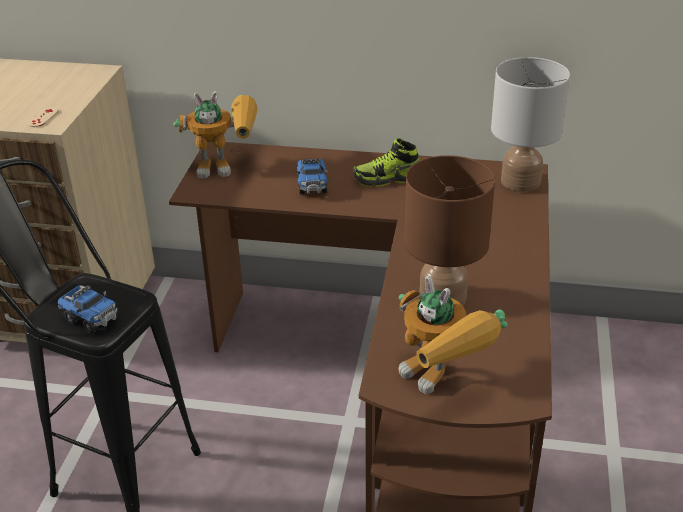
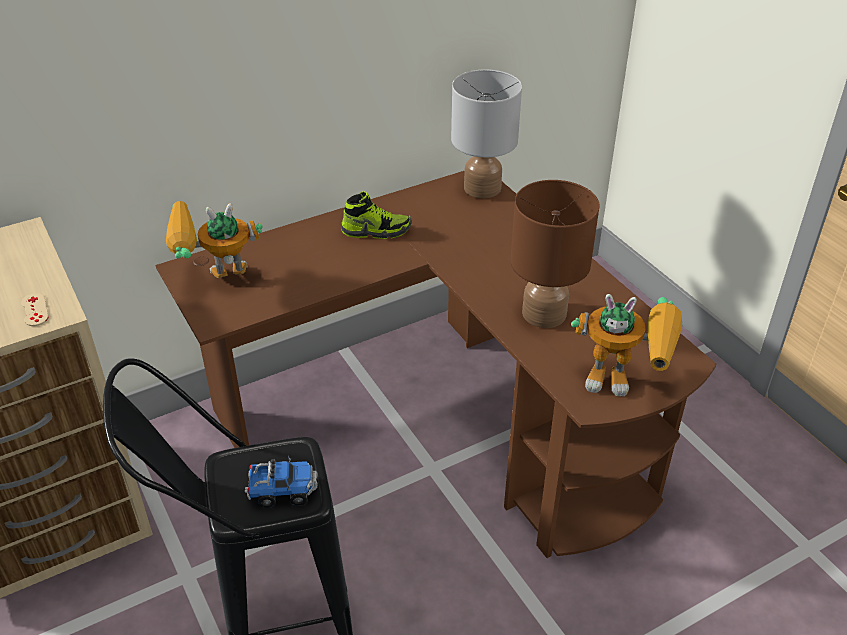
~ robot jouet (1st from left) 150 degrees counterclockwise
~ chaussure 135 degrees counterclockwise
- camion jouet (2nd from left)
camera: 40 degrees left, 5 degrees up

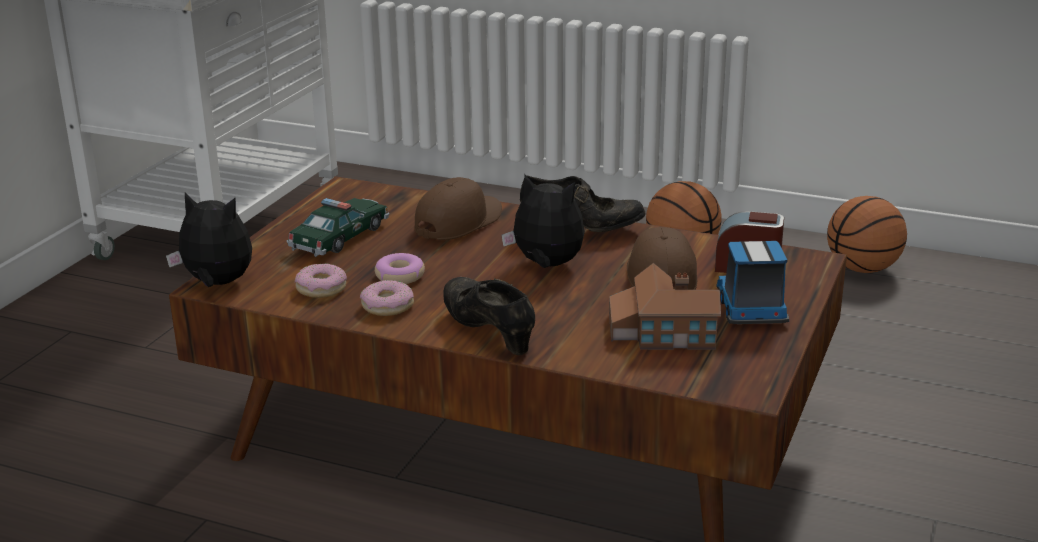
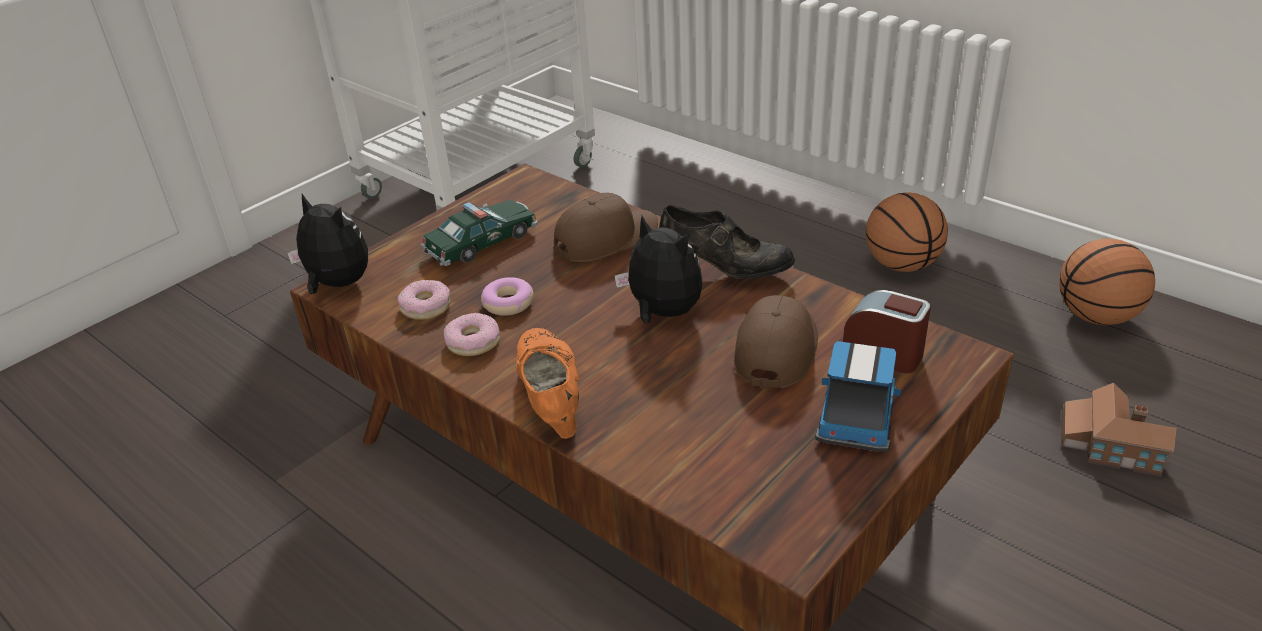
~ chaussure/noir (1st from left) to chaussure/orange
~ maison miniature
camera: 20 degrees right, 10 degrees up

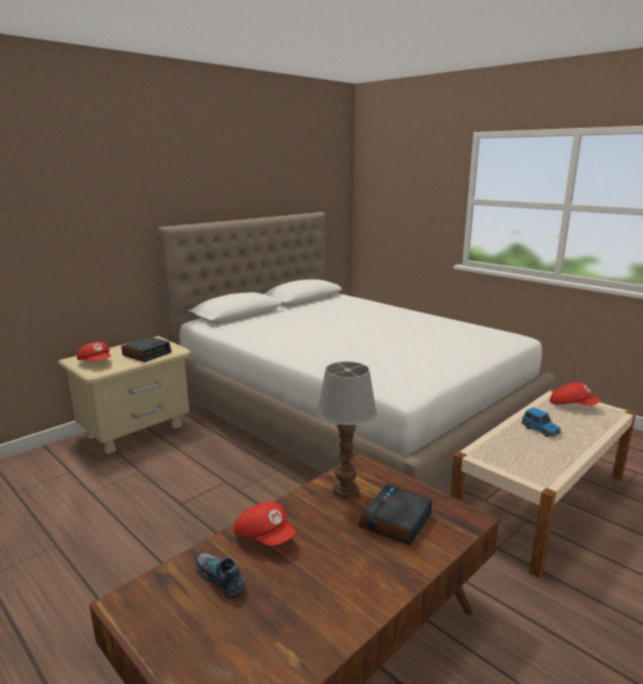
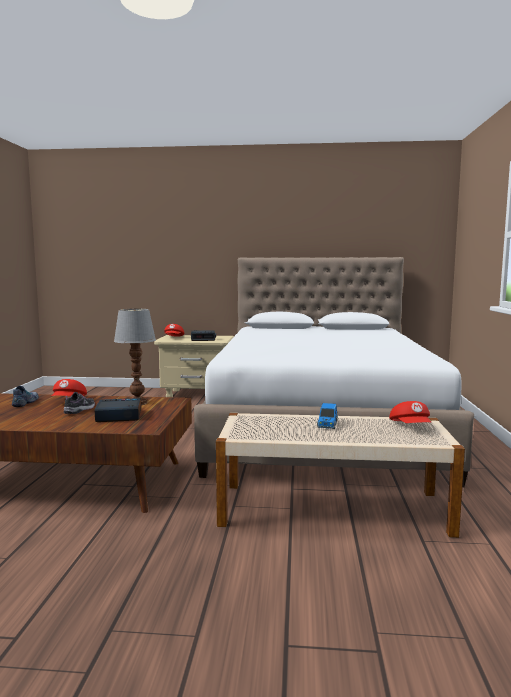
+ chaussure (2nd from left)
camera: 50 degrees right, 10 degrees down

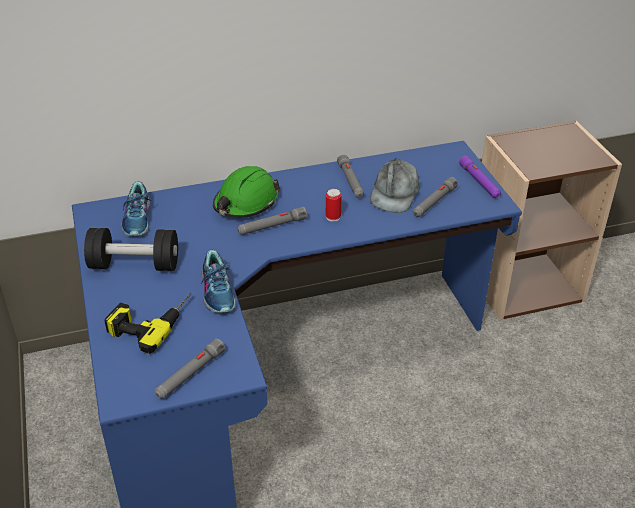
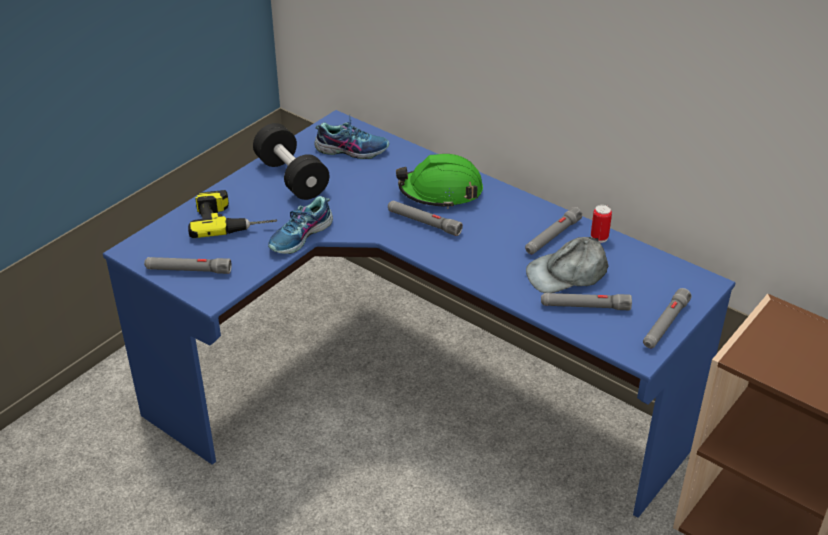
~ chaussure (1st from left in the first image) 135 degrees counterclockwise
~ boîte métallique
~ lampe de poche/violet to lampe de poche/gris (5th from left)
camera: 55 degrees right, 0 degrees up

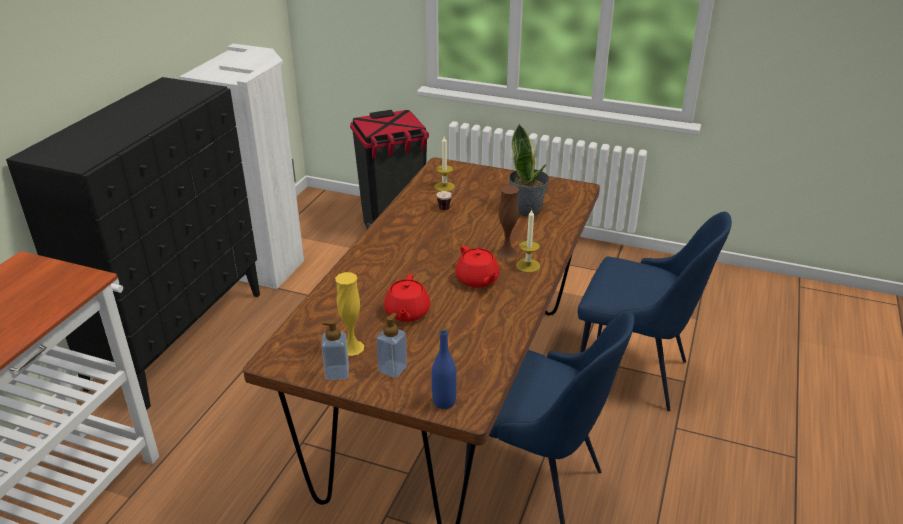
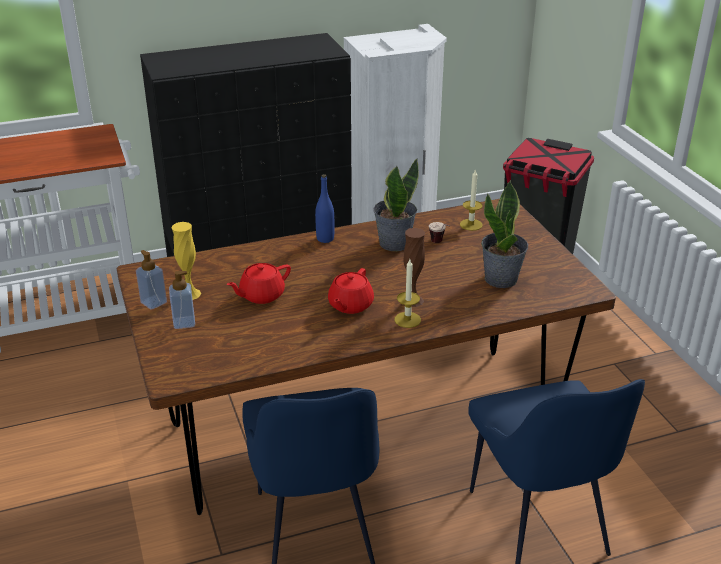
~ bouteille/bleu
+ plante en pot (1st from left)
camera: 50 degrees right, 0 degrees up

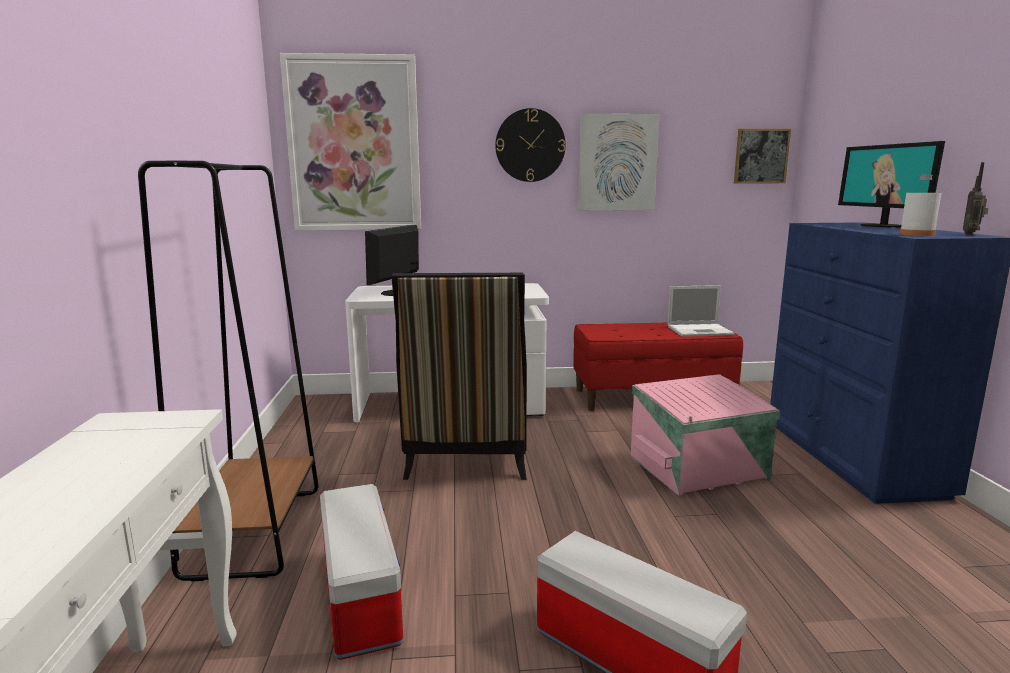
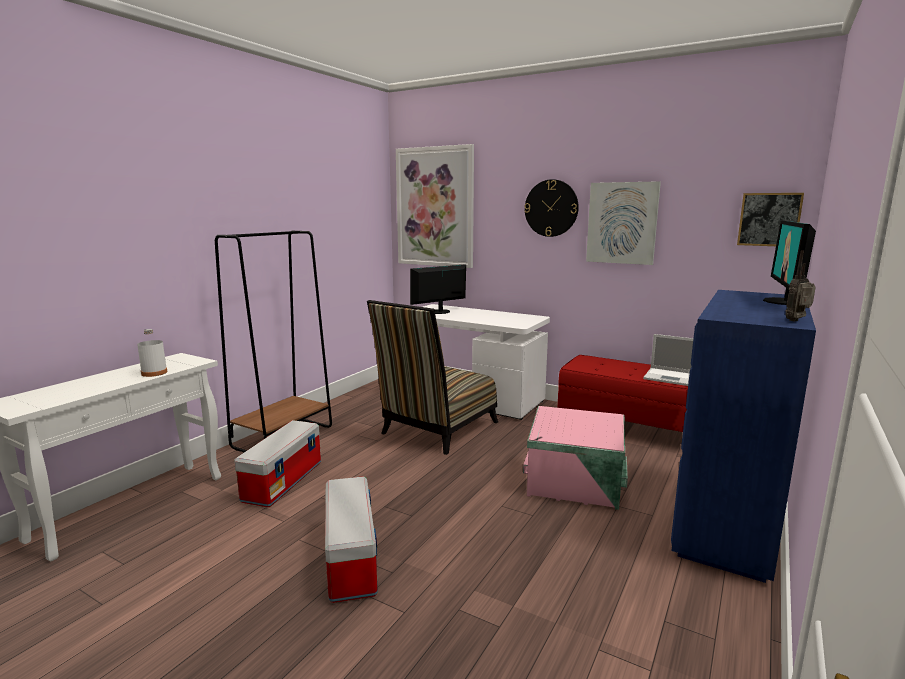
~ bouteille/blanc
camera: 35 degrees right, 0 degrees up

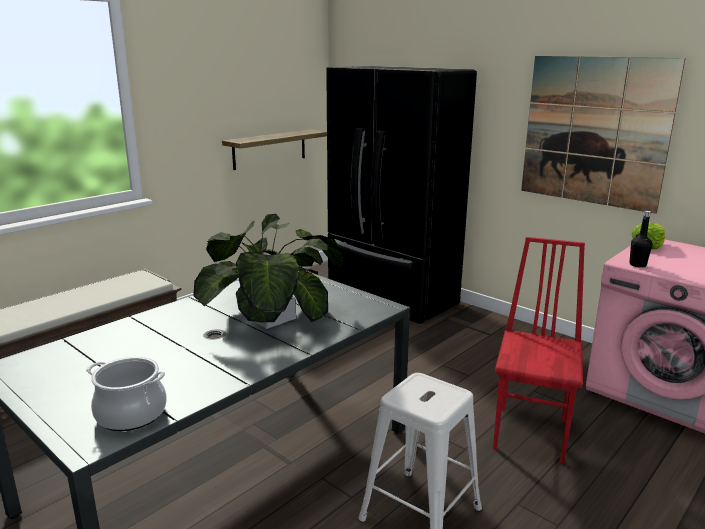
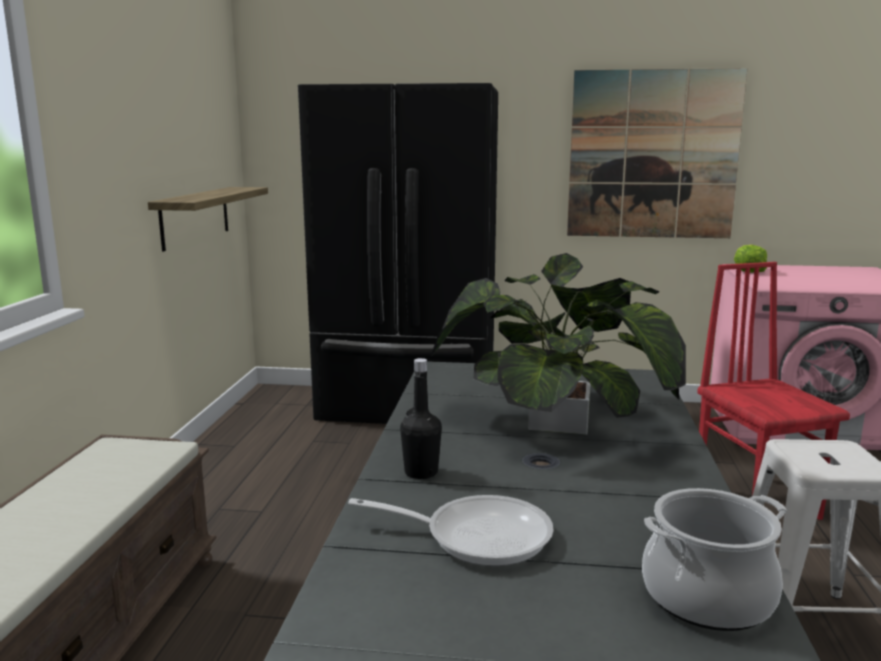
+ poêle
~ bouteille/noir
camera: 35 degrees left, 5 degrees down

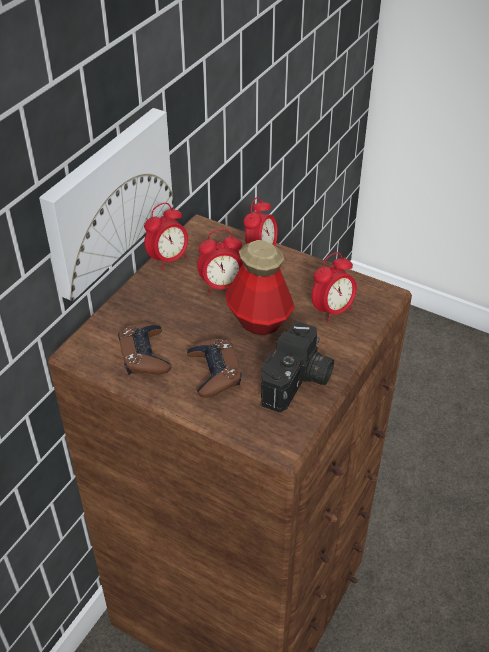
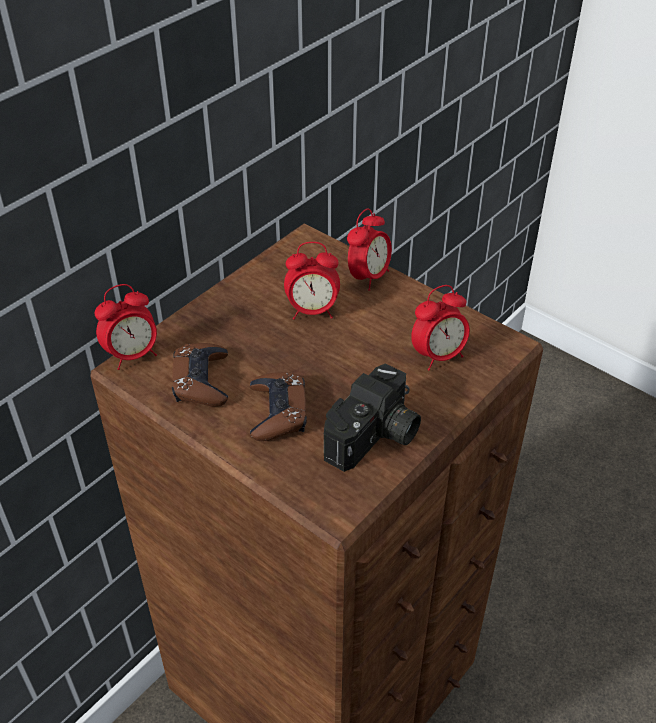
~ réveil (1st from left)
- tableau
- bouteille
camera: 10 degrees right, 0 degrees up

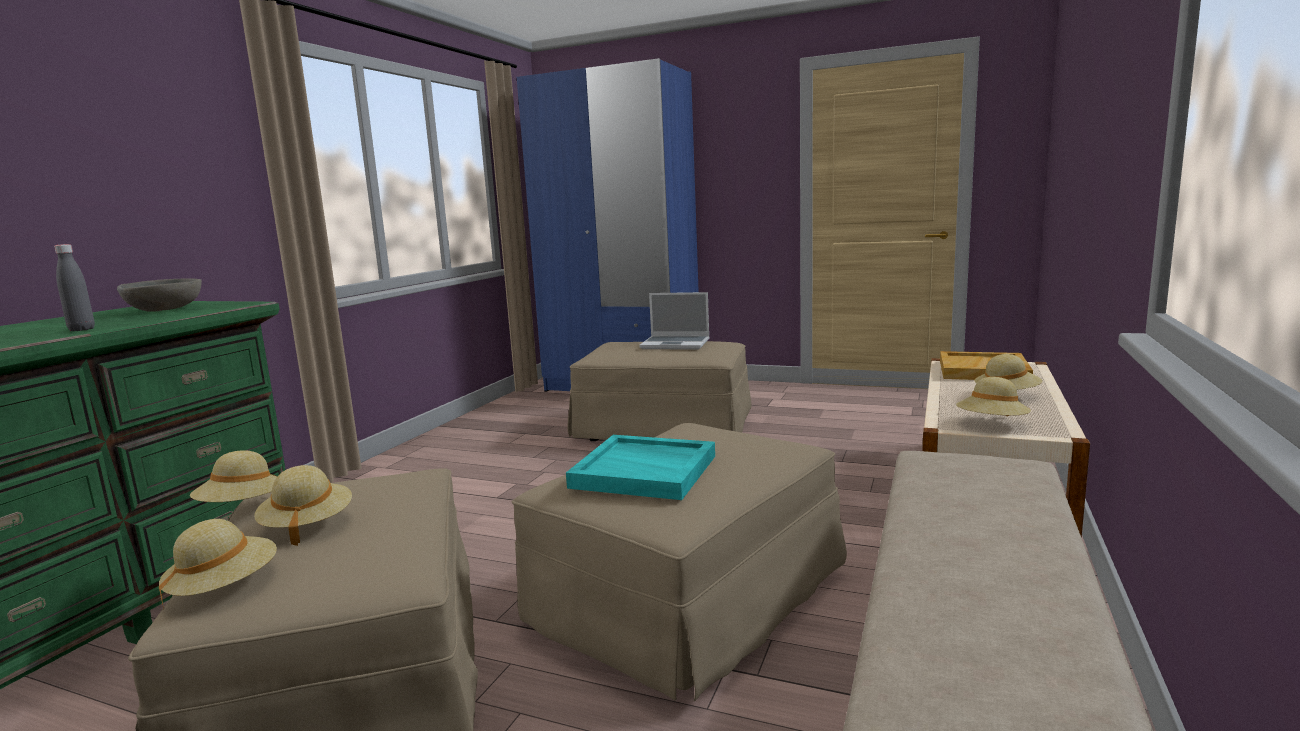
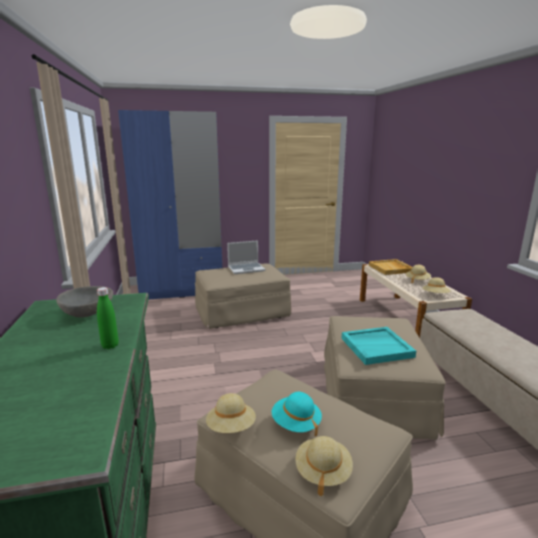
~ bouteille/gris to bouteille/vert
~ chapeau/beige (3rd from left) to chapeau/turquoise
camera: 35 degrees left, 5 degrees up

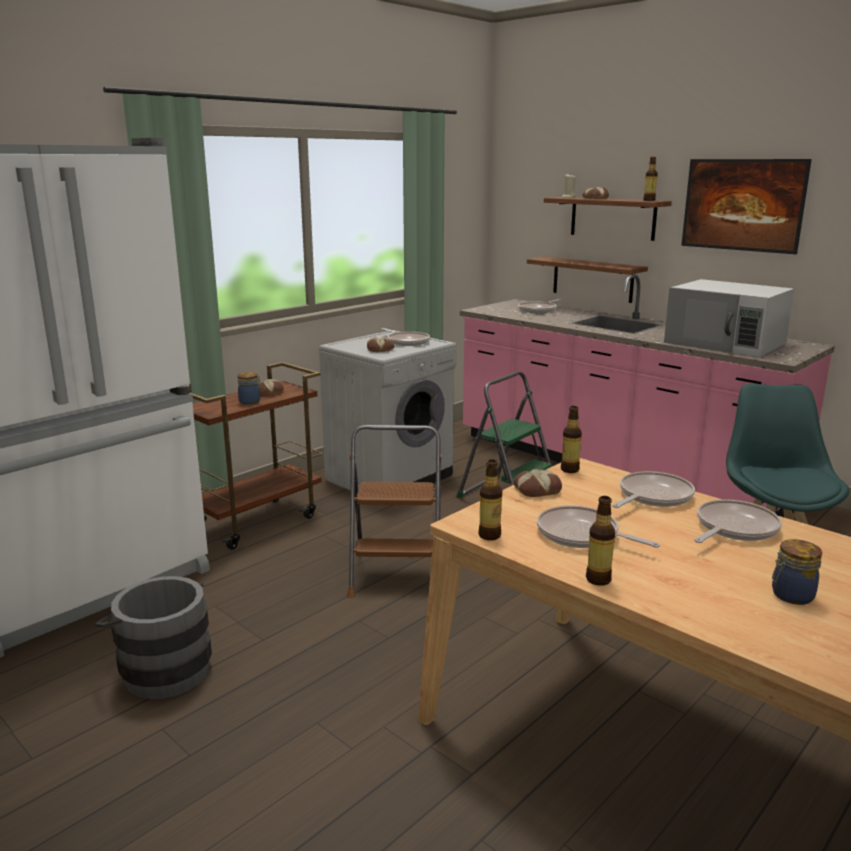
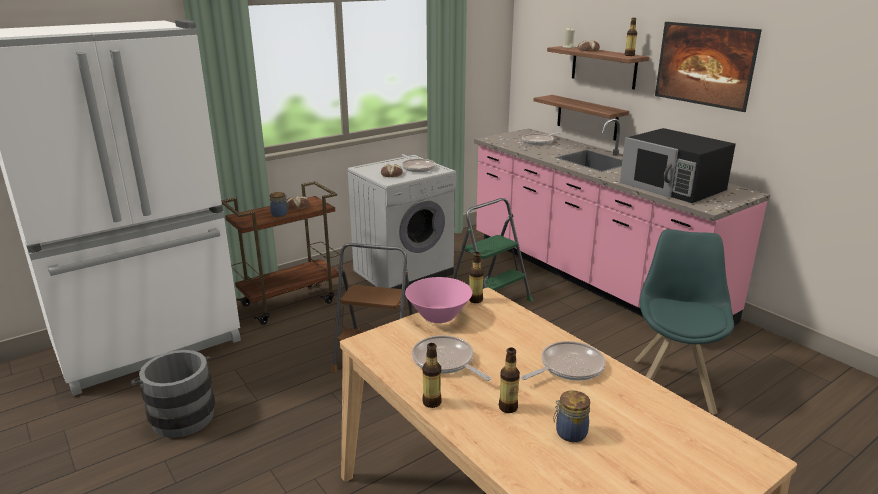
~ pain (3rd from left) to bol/rose
~ bouteille (1st from left in the first image) to bouteille (3rd from left)
~ micro-ondes/blanc to micro-ondes/noir
- poêle (4th from left)
camera: 10 degrees right, 5 degrees up

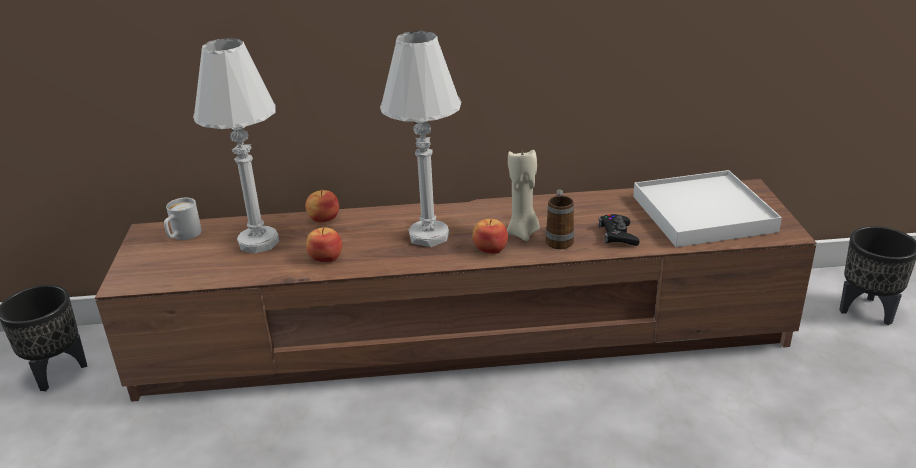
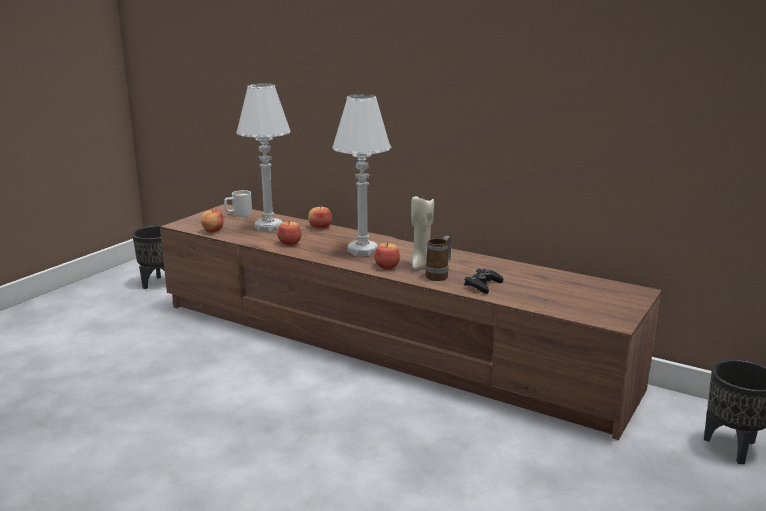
+ pomme (1st from left)
- plateau/blanc
camera: 35 degrees right, 10 degrees down

